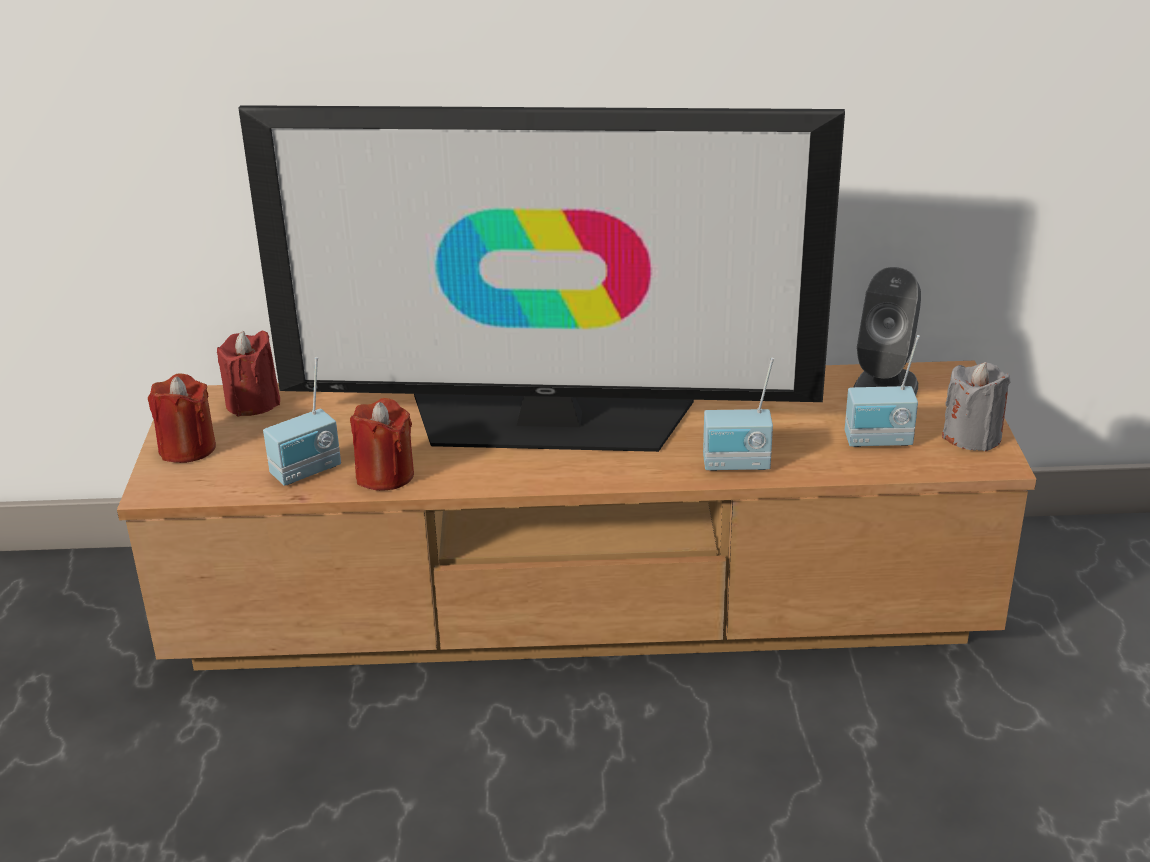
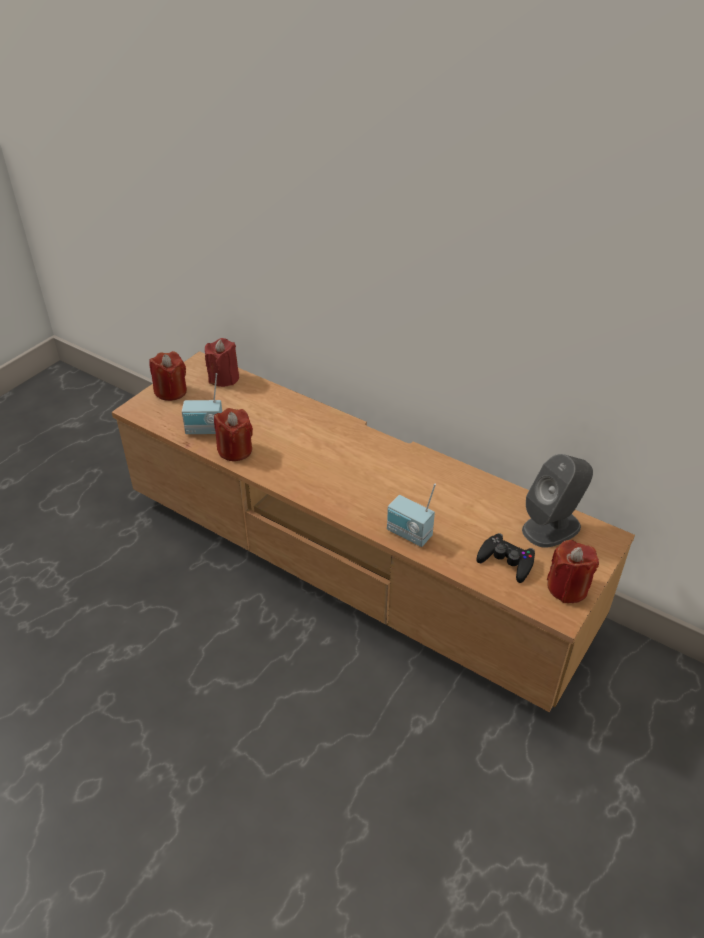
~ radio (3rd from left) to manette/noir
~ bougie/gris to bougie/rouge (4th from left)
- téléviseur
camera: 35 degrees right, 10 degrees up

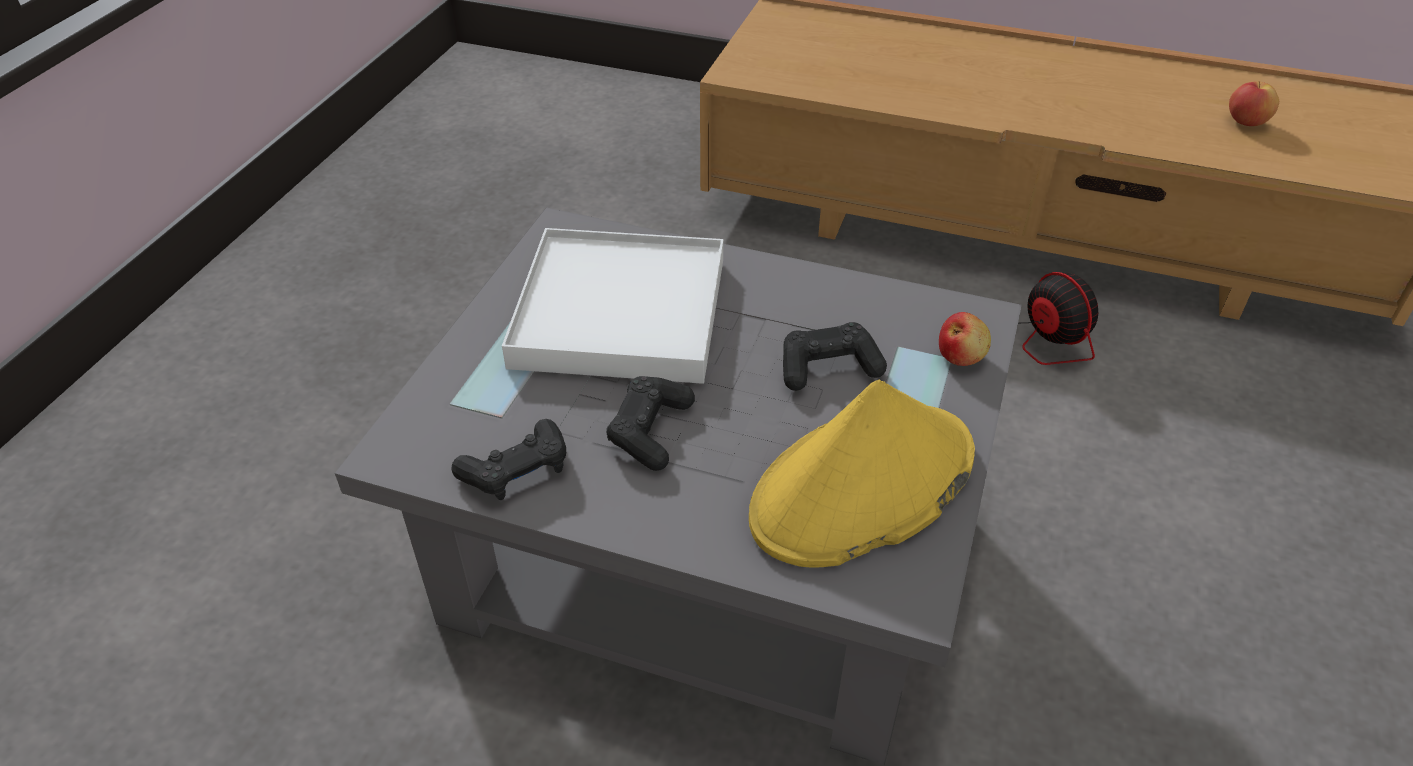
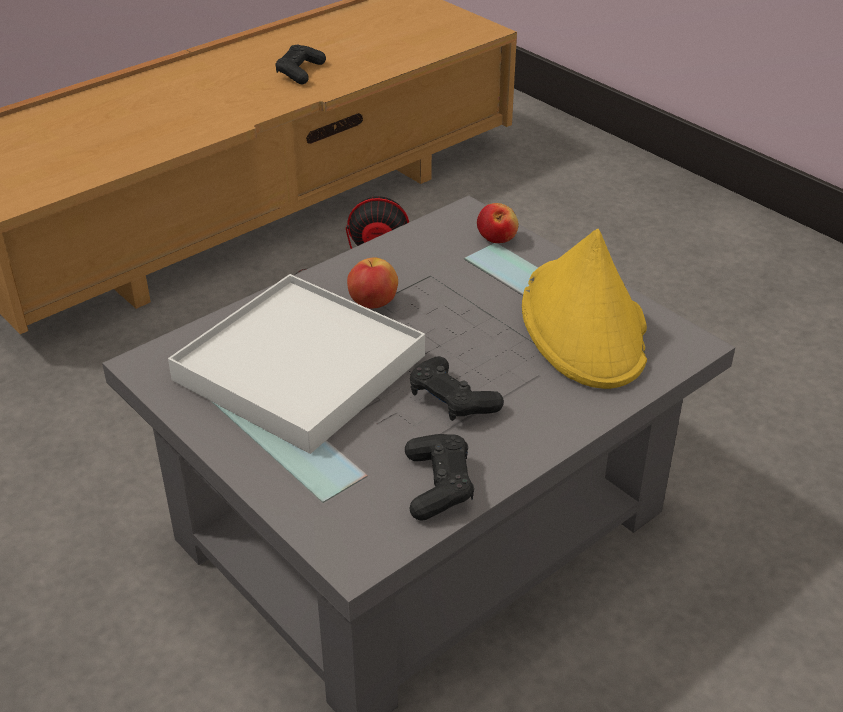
~ manette/noir (3rd from left in the first image) to manette/noir (1st from left)
~ pomme (2nd from left in the first image) to pomme (1st from left)
camera: 60 degrees left, 5 degrees down

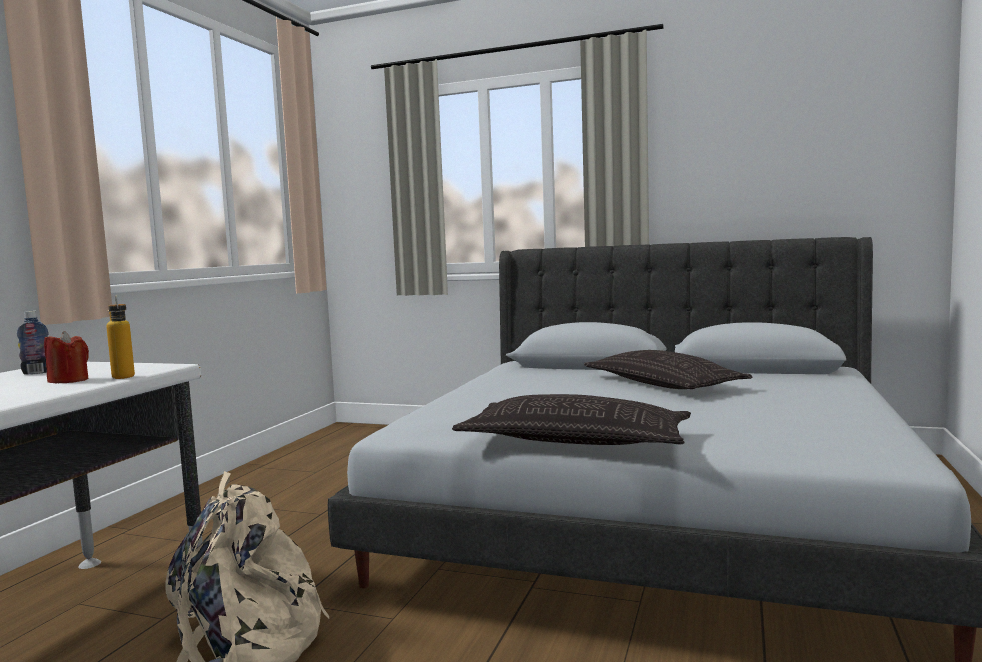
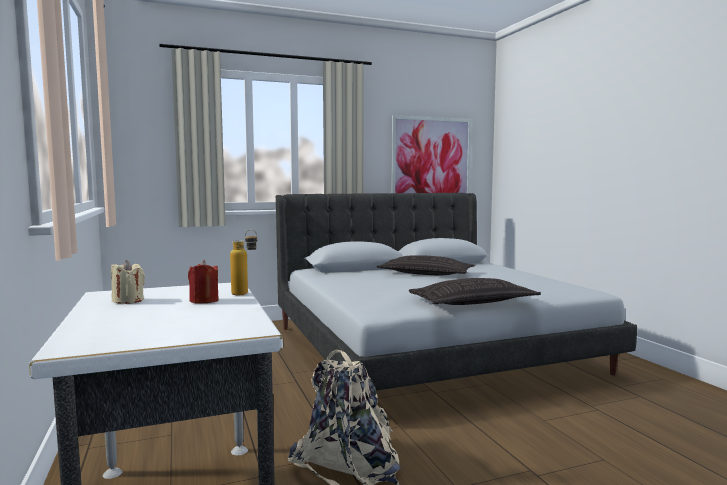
~ bouteille (1st from left) to bougie/beige
+ tableau
camera: 40 degrees left, 0 degrees up

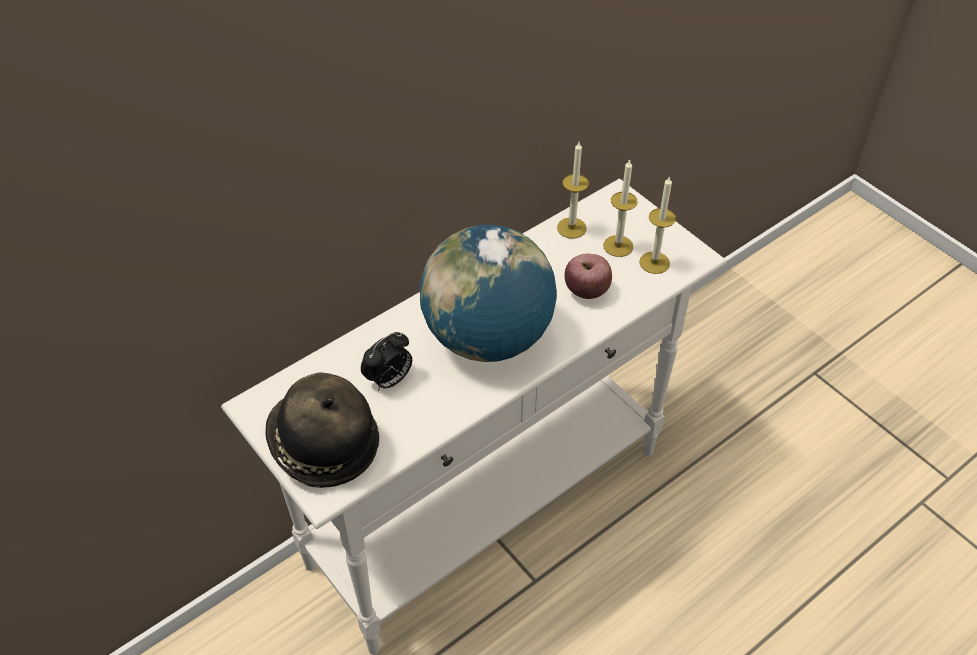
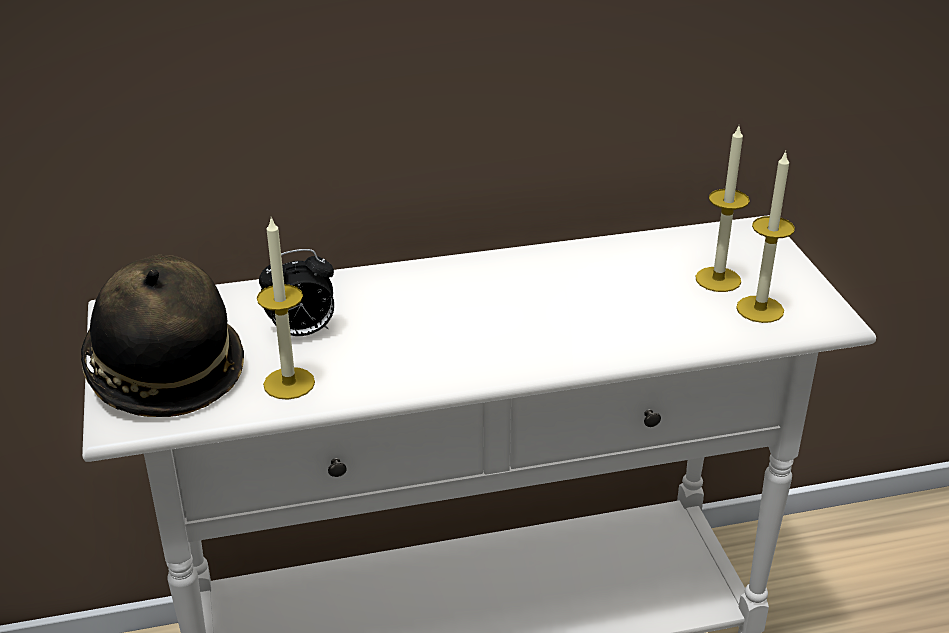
~ bougie (1st from left)
- globe
- pomme
camera: 25 degrees right, 15 degrees down

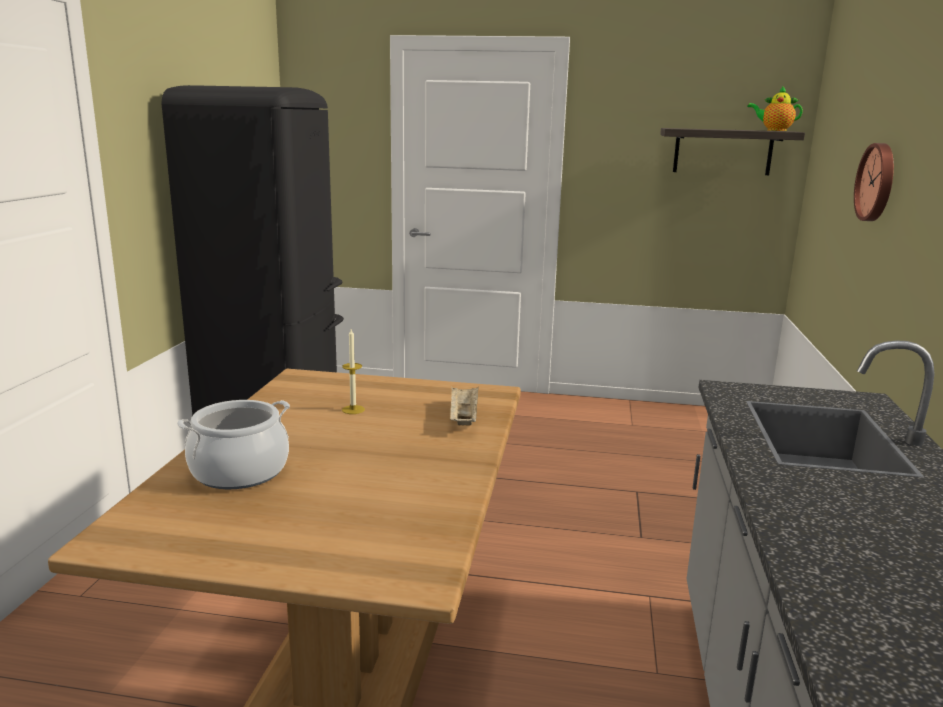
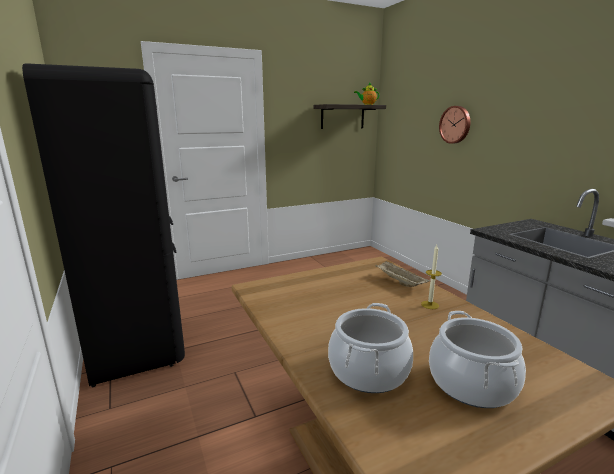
~ bougie
+ marmite (2nd from left)
camera: 35 degrees left, 0 degrees up

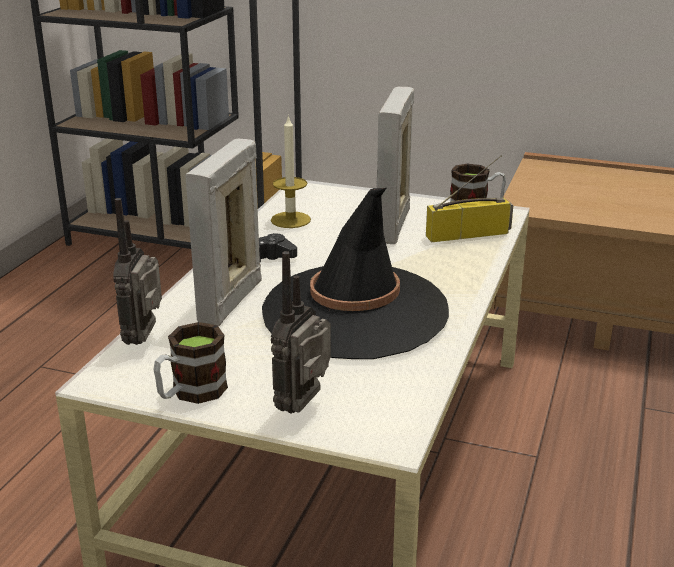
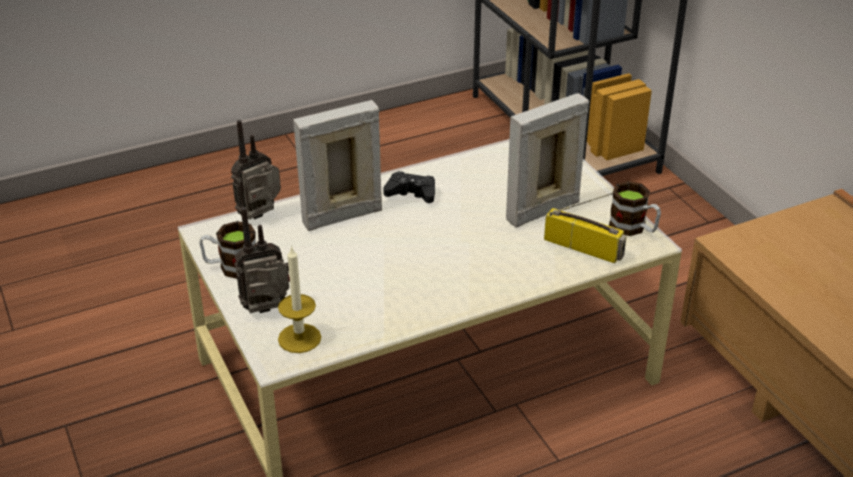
~ bougie
- chapeau/noir
camera: 45 degrees right, 10 degrees up

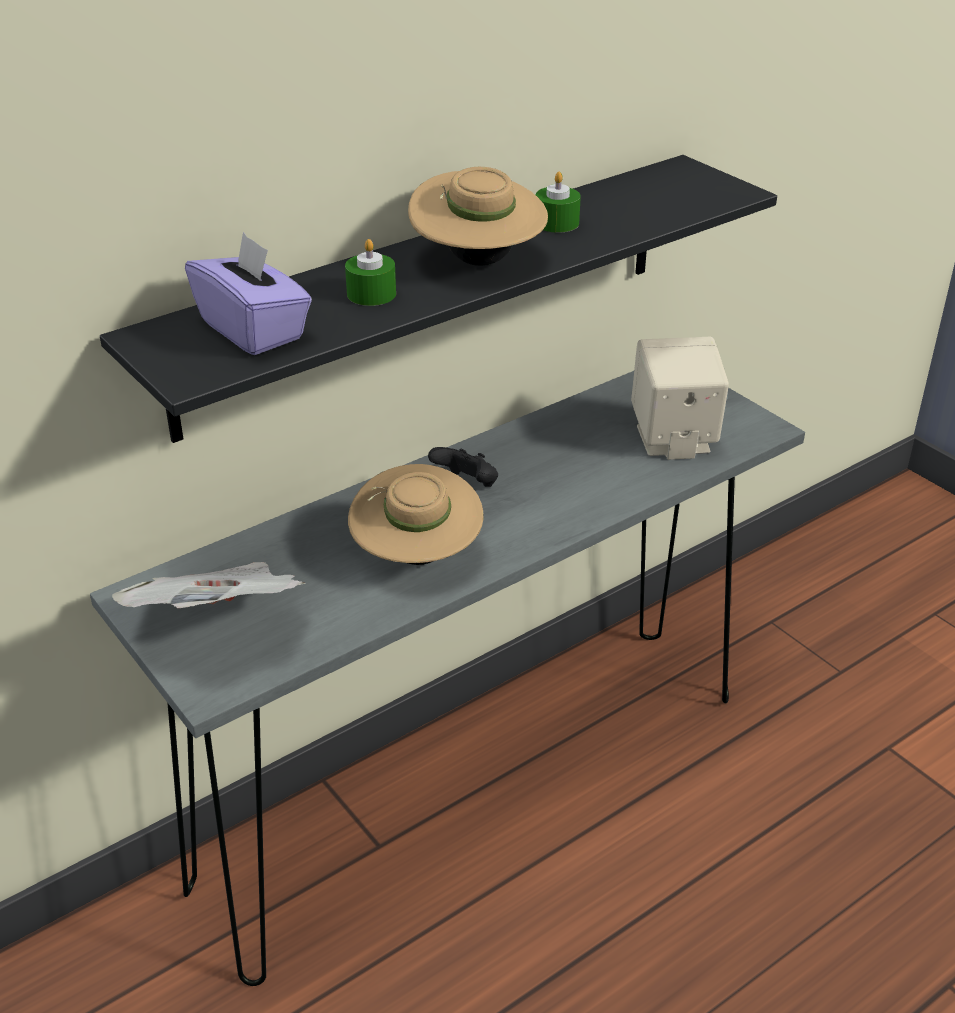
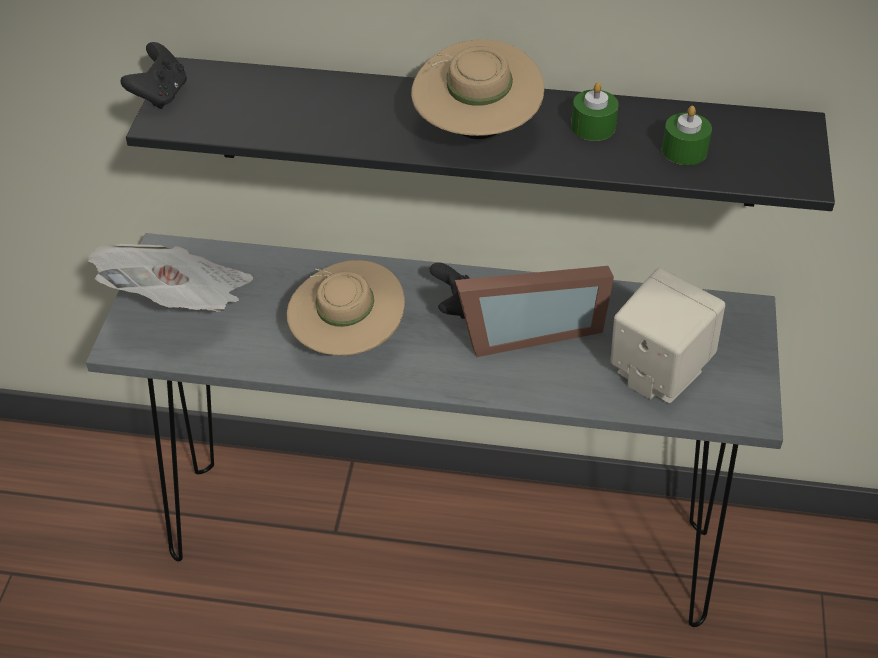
+ manette/noir (1st from left)
+ cadre photo
~ bougie/vert (1st from left in the first image) to bougie/vert (2nd from left)
- boîte à mouchoirs/violet
camera: 45 degrees right, 10 degrees up

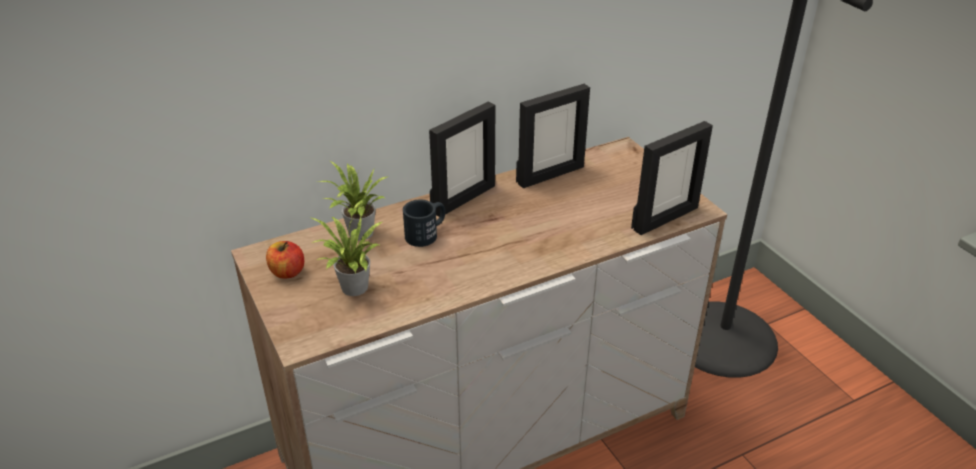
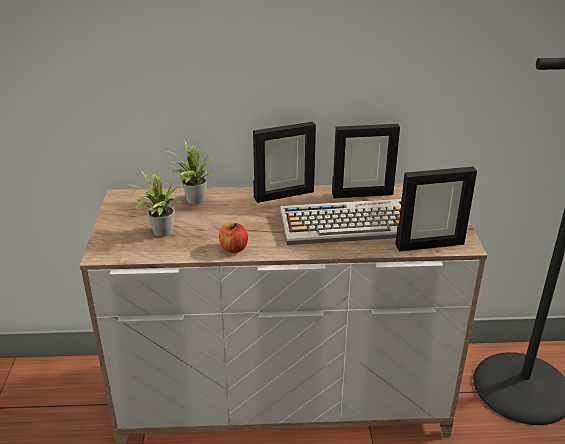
~ pomme
+ clavier
- mug/noir
camera: 25 degrees right, 5 degrees down

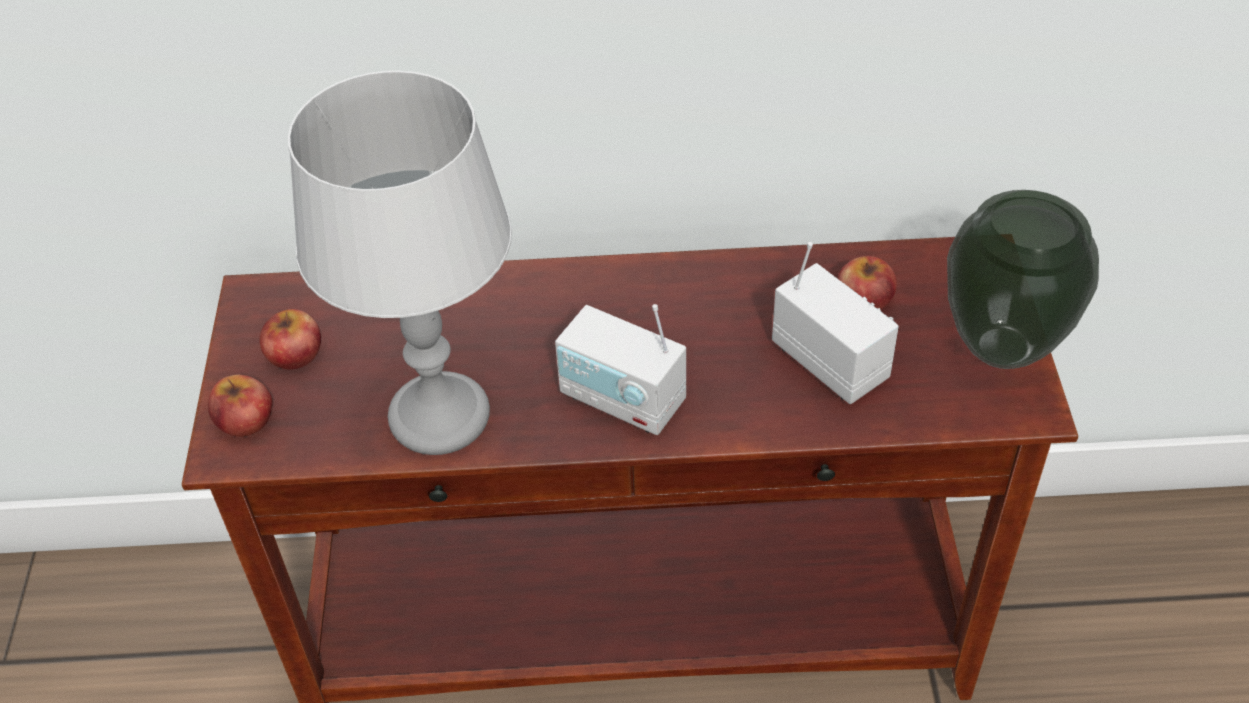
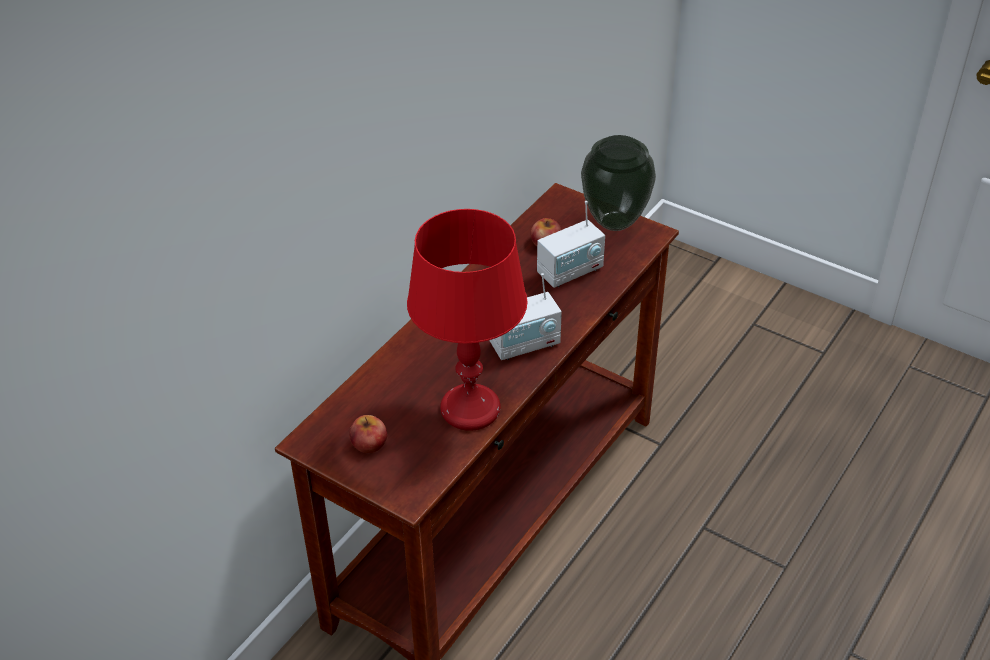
~ lampe de table/gris to lampe de table/rouge
~ radio (2nd from left) 150 degrees clockwise
- pomme (1st from left)
camera: 55 degrees left, 5 degrees down

